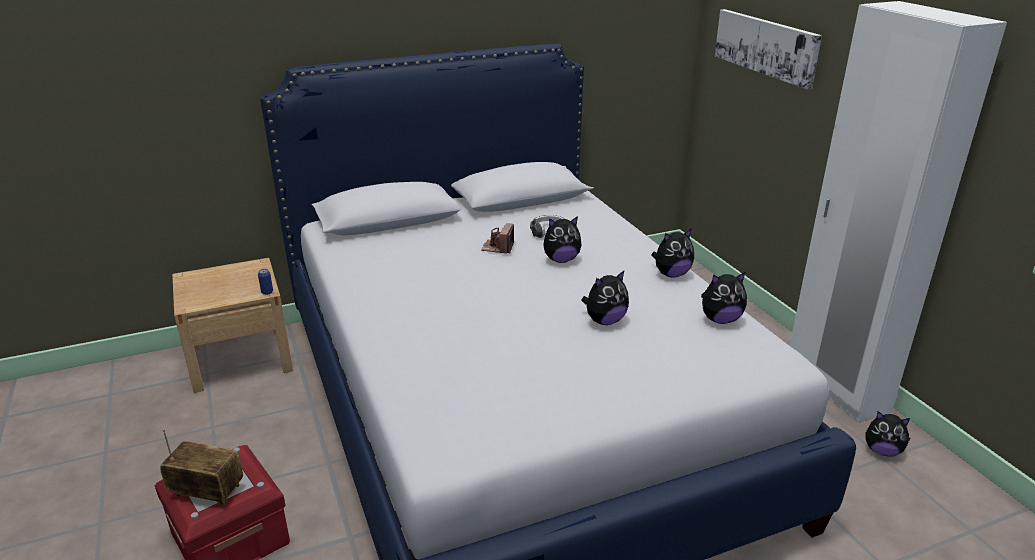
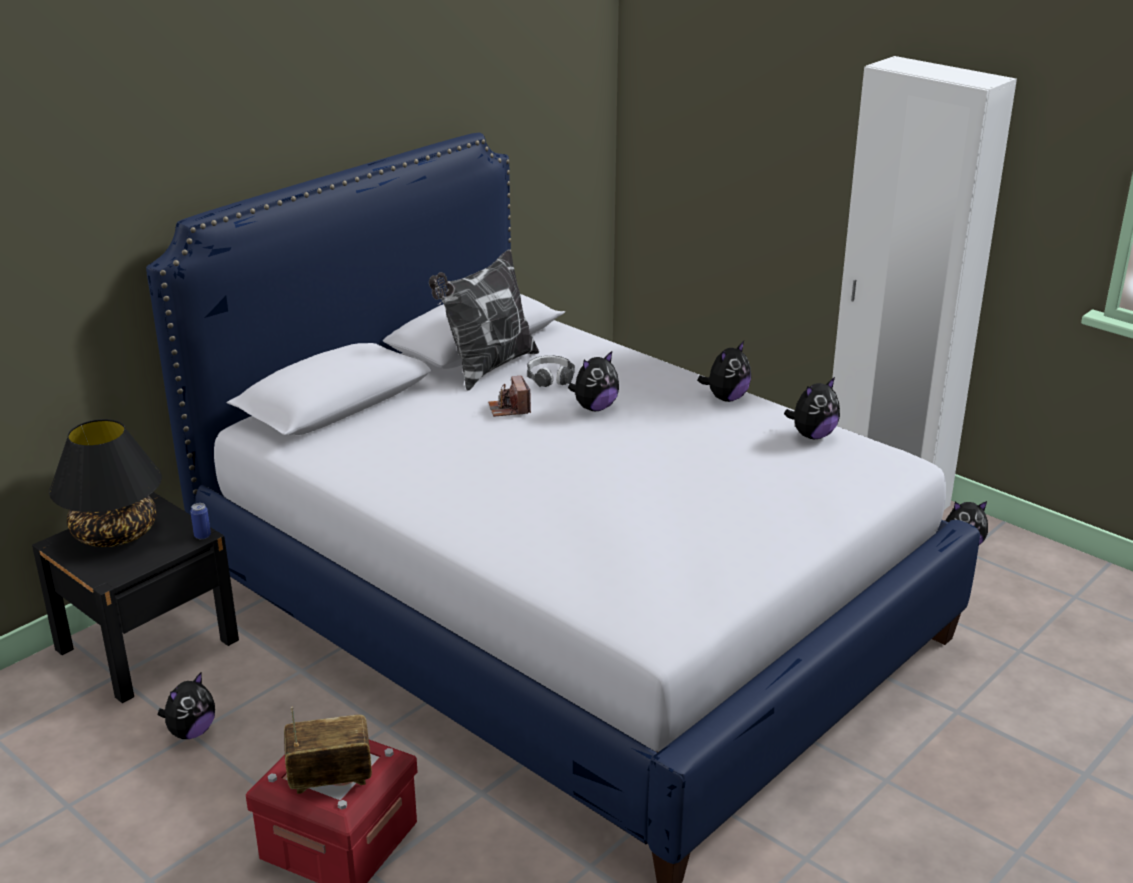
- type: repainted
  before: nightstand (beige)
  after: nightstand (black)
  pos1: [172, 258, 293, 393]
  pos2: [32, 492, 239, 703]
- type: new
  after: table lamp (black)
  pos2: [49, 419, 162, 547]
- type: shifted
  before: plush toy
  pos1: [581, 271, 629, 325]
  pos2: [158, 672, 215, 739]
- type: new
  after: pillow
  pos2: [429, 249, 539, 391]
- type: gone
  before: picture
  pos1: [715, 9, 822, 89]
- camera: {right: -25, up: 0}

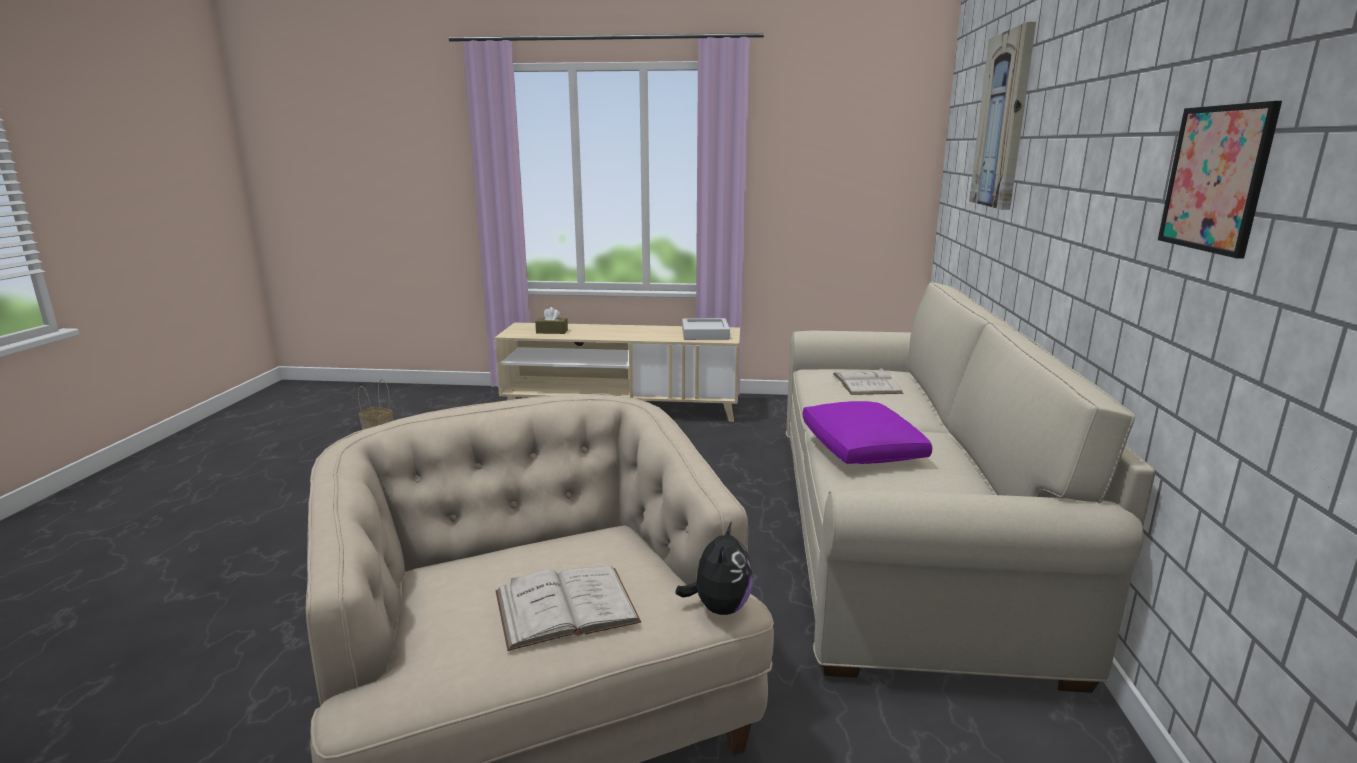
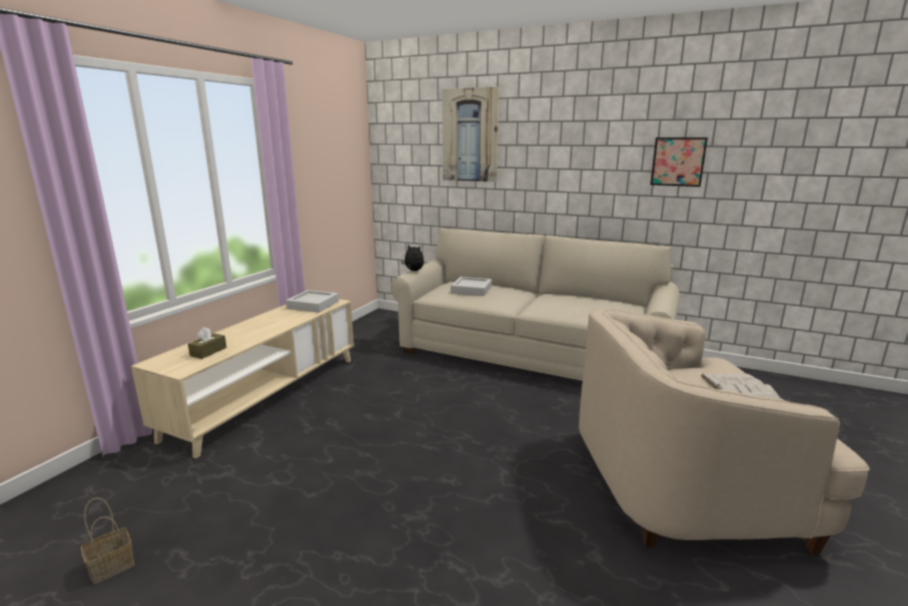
- type: shifted
  before: plush toy
  pos1: [675, 521, 753, 615]
  pos2: [401, 244, 424, 271]
- type: swapped
  before: book (white)
  after: tray (grey)
  pos1: [833, 368, 903, 395]
  pos2: [451, 277, 492, 296]
- type: gone
  before: pillow (purple)
  pos1: [803, 401, 932, 464]
- camera: {right: -70, up: 0}

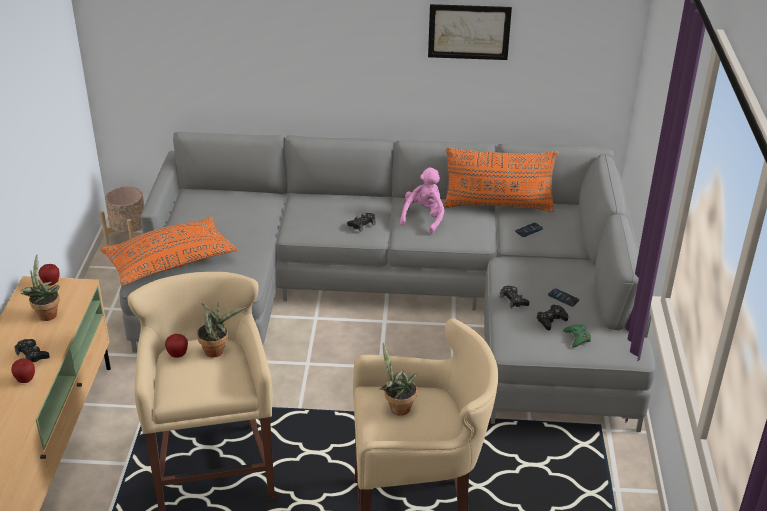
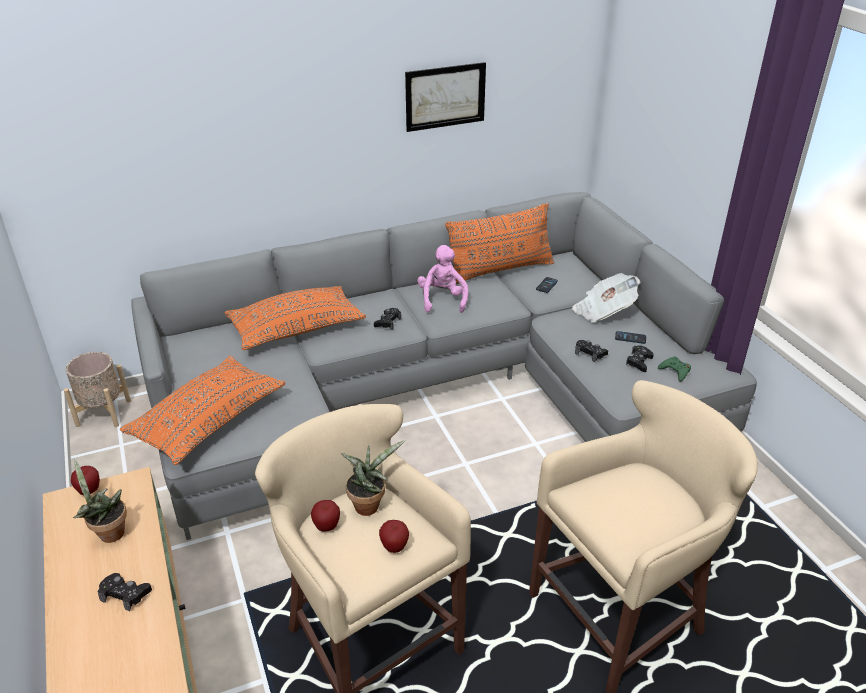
- type: new
  after: pillow (orange)
  pos2: [225, 286, 366, 350]
- type: shifted
  before: apple
  pos1: [11, 358, 35, 383]
  pos2: [379, 520, 409, 553]
- type: new
  after: newspaper
  pos2: [572, 273, 641, 323]
- type: gone
  before: potted plant
  pos1: [380, 342, 417, 416]
- camera: {right: -25, up: 0}

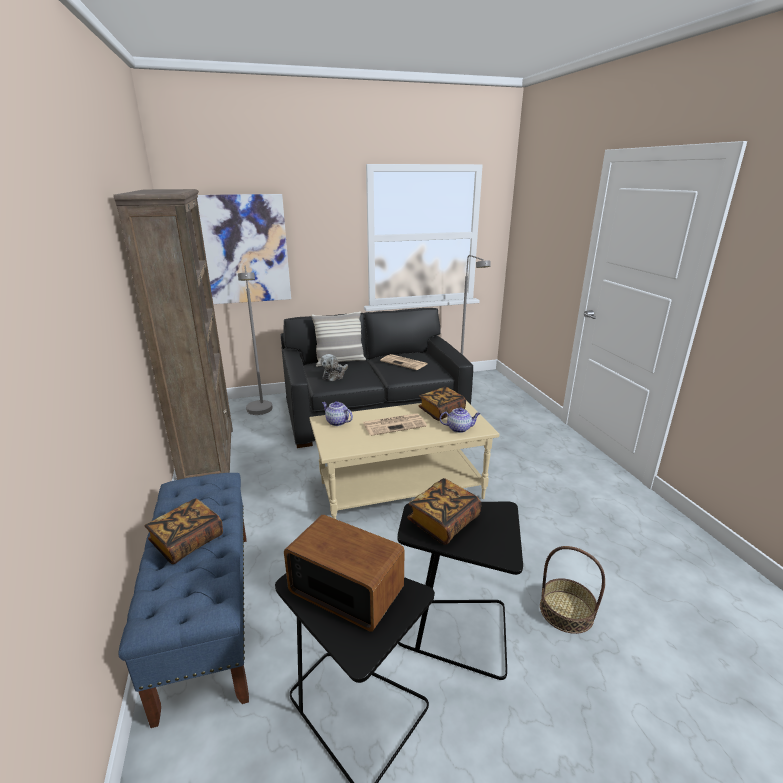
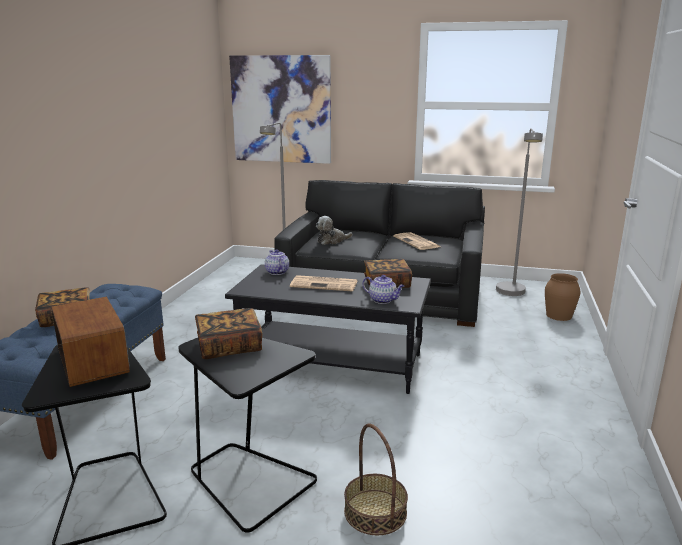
- type: repainted
  before: coffee table (beige)
  after: coffee table (black)
  pos1: [310, 400, 499, 519]
  pos2: [225, 264, 431, 394]
- type: new
  after: vase (brown)
  pos2: [545, 273, 580, 321]
- type: gone
  before: bookcase (brown)
  pos1: [113, 189, 233, 480]
- type: gone
  before: pillow
  pos1: [311, 311, 366, 367]
- camera: {right: 30, up: -5}

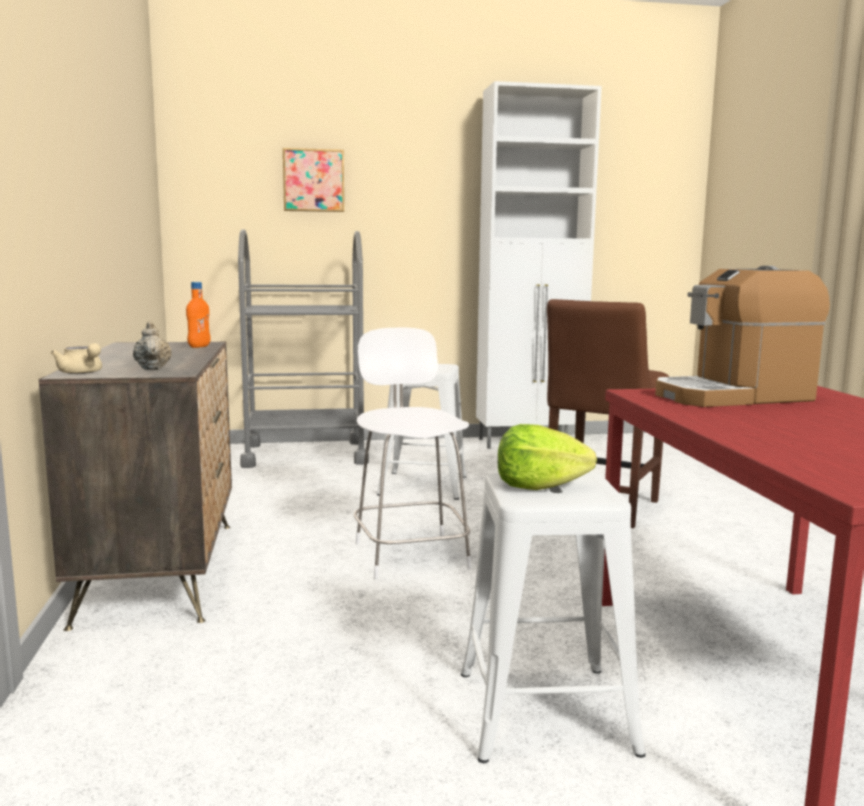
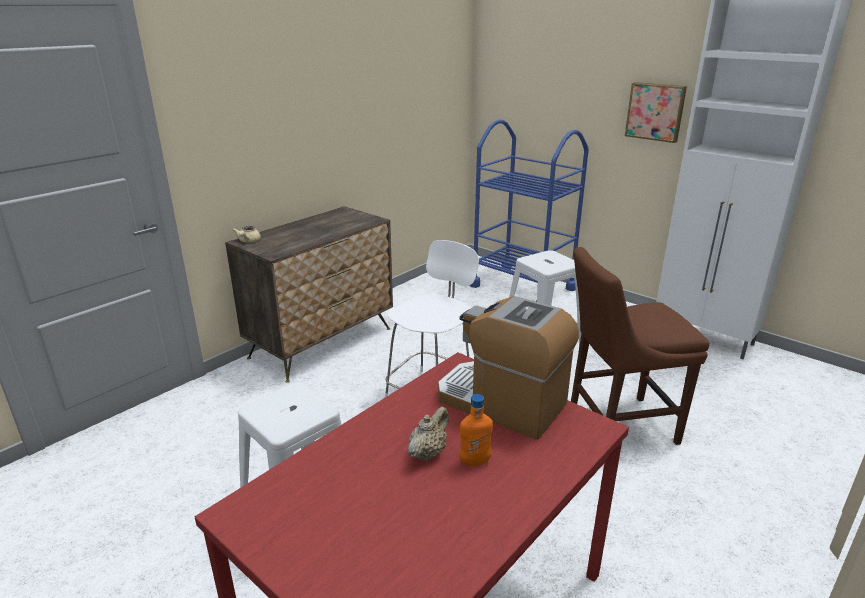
- type: shifted
  before: teapot (beige)
  pos1: [133, 322, 171, 370]
  pos2: [408, 407, 449, 461]
- type: shifted
  before: bottle (orange)
  pos1: [186, 282, 211, 348]
  pos2: [459, 394, 493, 466]
- type: repainted
  before: cart (grey)
  after: cart (blue)
  pos1: [238, 229, 369, 468]
  pos2: [470, 119, 589, 302]
- type: shifted
  before: picture
  pos1: [283, 148, 344, 212]
  pos2: [625, 82, 687, 143]
- type: gone
  before: lettuce
  pos1: [498, 424, 597, 490]
- camera: {right: 50, up: 15}

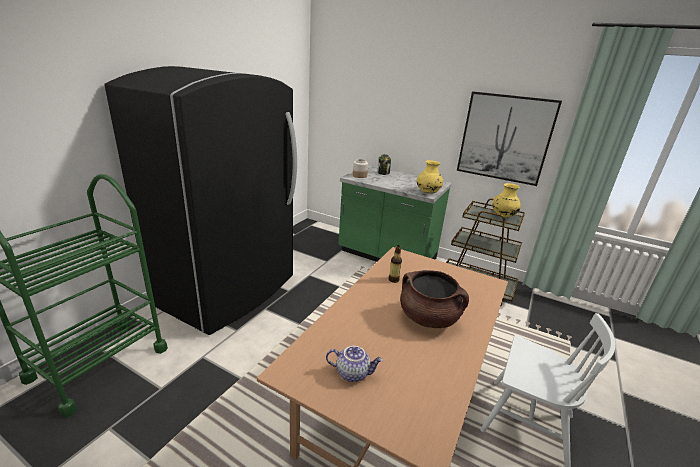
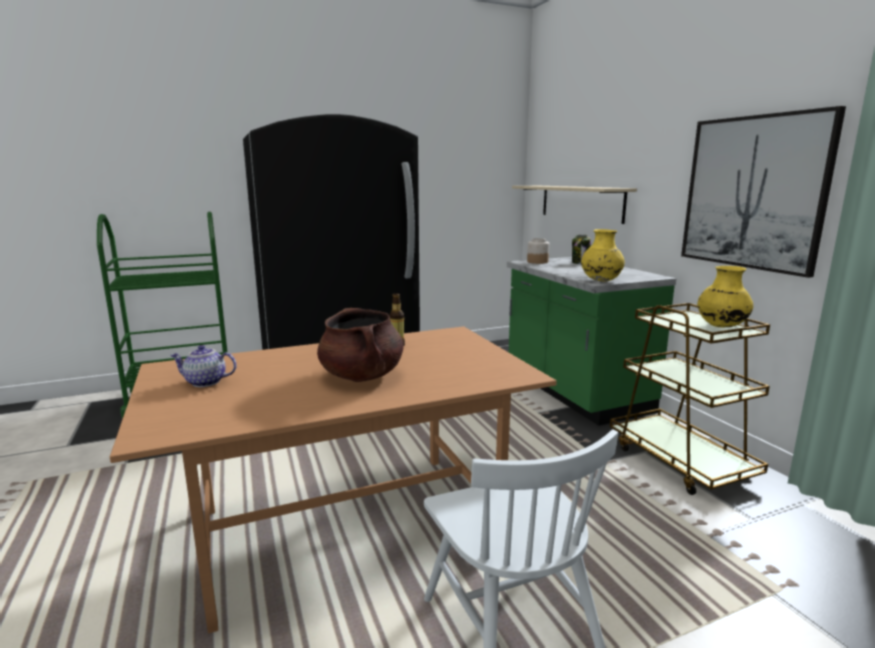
- type: rotated
  before: teapot
  pos1: [326, 346, 383, 382]
  pos2: [170, 345, 236, 387]
  turn: 135
- type: new
  after: shelf (beige)
  pos2: [512, 186, 637, 224]
- camera: {right: 40, up: -10}

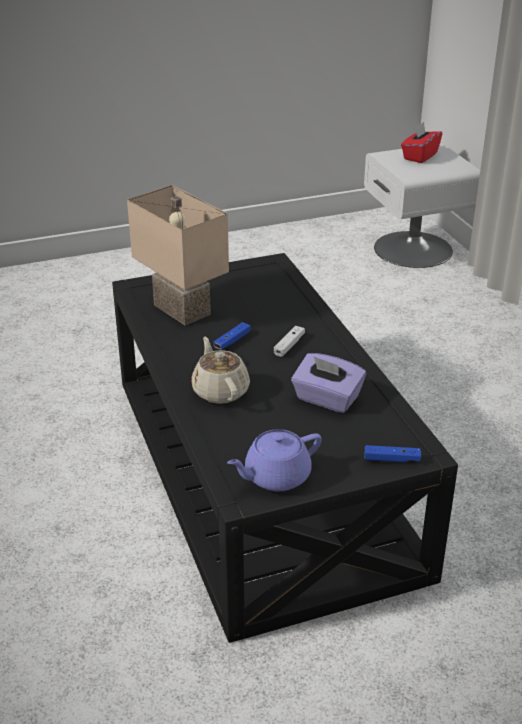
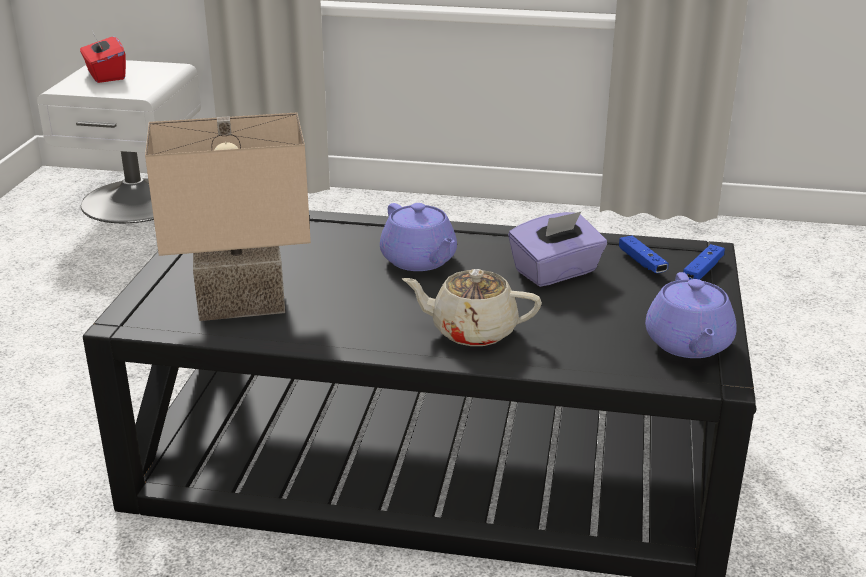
- type: swapped
  before: game controller (white)
  after: teapot (purple)
  pos1: [274, 326, 305, 357]
  pos2: [380, 203, 457, 271]
- type: shifted
  before: game controller (blue)
  pos1: [214, 322, 251, 350]
  pos2: [619, 235, 668, 273]
- camera: {right: -60, up: -5}

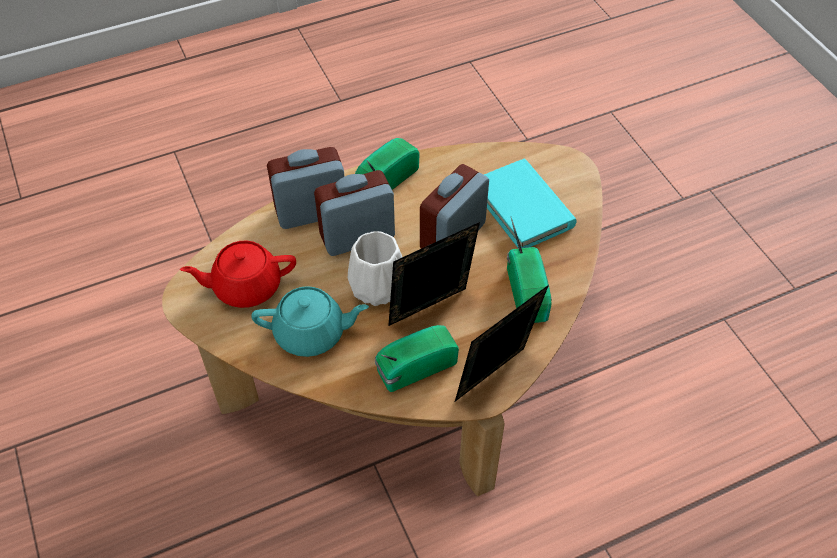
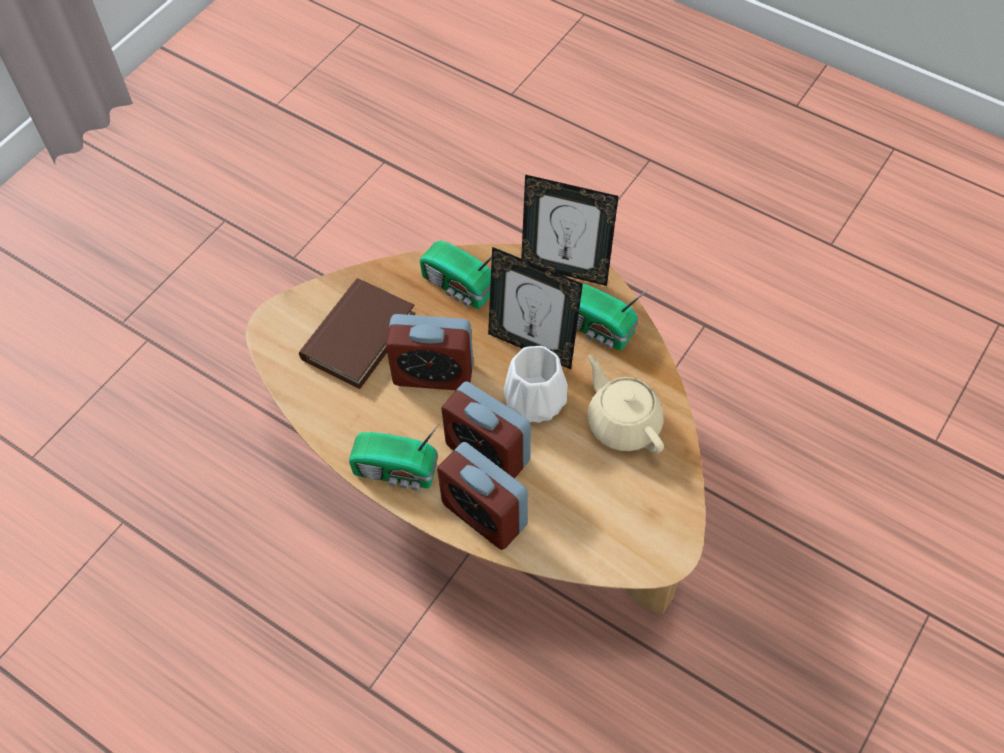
- type: repainted
  before: book (turquoise)
  after: book (brown)
  pos1: [484, 158, 577, 249]
  pos2: [299, 278, 416, 389]
- type: rotated
  before: radio
  pos1: [507, 218, 552, 323]
  pos2: [420, 241, 500, 309]
  turn: -105
- type: repainted
  before: teapot (turquoise)
  after: teapot (beige)
  pos1: [251, 286, 369, 357]
  pos2: [587, 354, 664, 453]
- type: gone
  before: teapot (red)
  pos1: [180, 241, 296, 308]
- camera: {right: -120, up: 5}

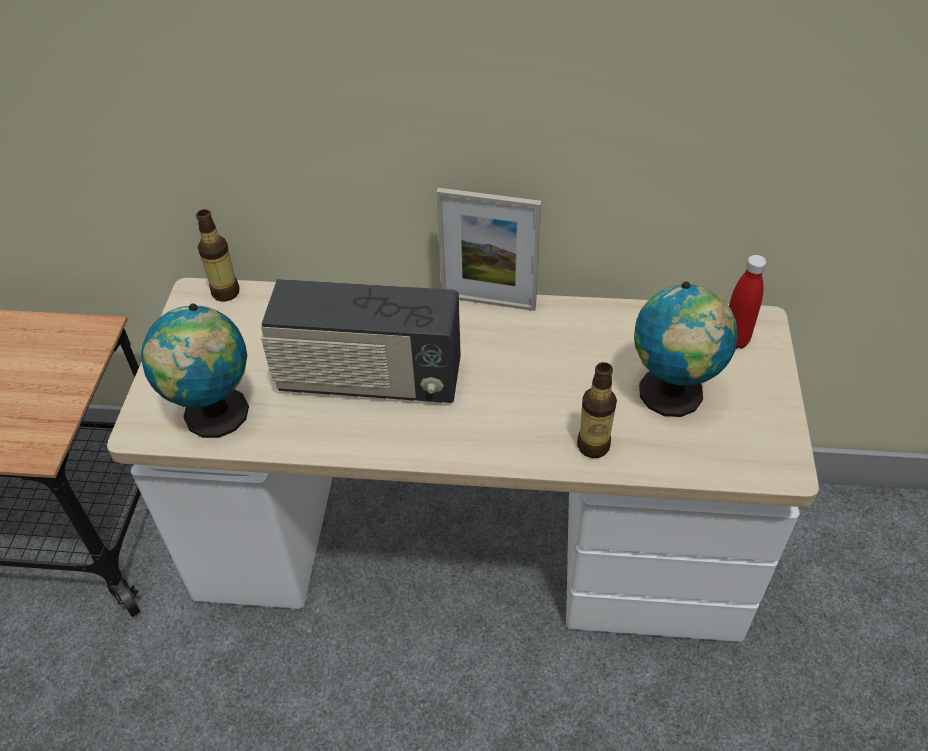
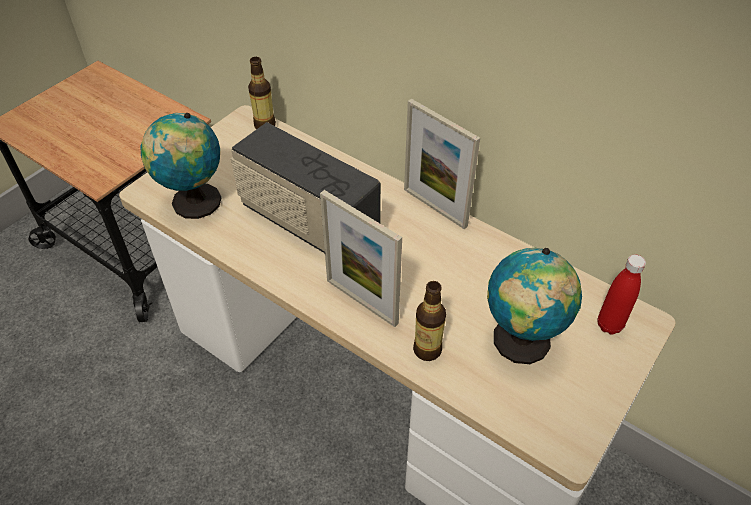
- type: new
  after: picture frame
  pos2: [320, 190, 402, 327]
- camera: {right: 30, up: 0}

